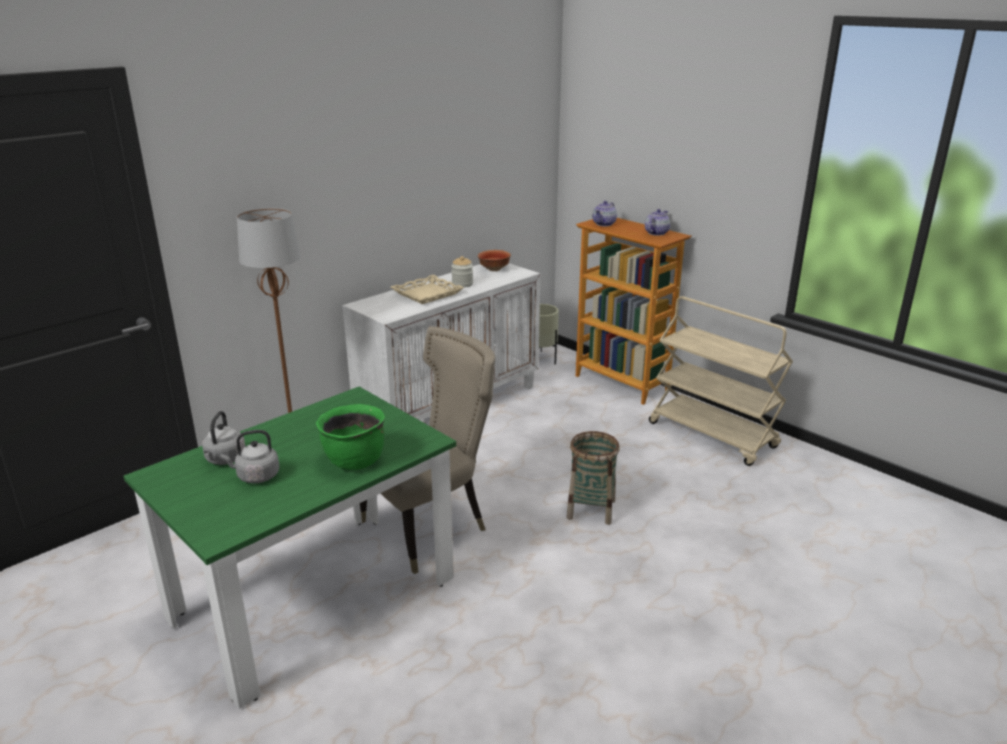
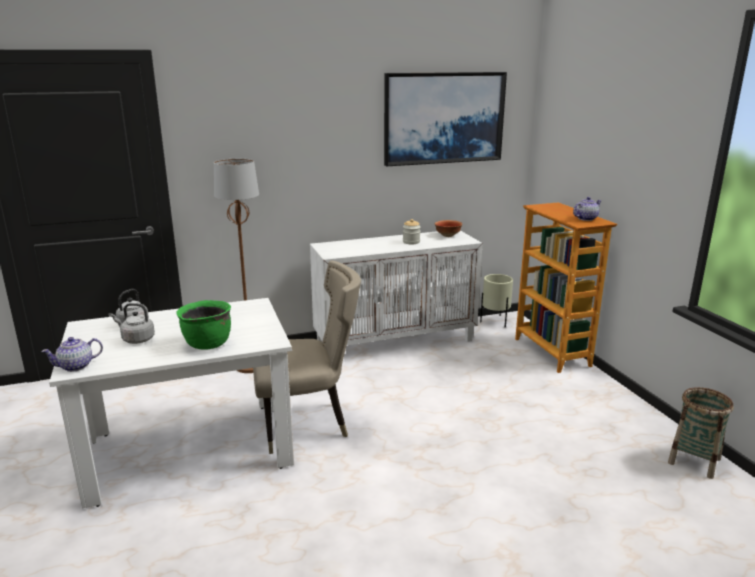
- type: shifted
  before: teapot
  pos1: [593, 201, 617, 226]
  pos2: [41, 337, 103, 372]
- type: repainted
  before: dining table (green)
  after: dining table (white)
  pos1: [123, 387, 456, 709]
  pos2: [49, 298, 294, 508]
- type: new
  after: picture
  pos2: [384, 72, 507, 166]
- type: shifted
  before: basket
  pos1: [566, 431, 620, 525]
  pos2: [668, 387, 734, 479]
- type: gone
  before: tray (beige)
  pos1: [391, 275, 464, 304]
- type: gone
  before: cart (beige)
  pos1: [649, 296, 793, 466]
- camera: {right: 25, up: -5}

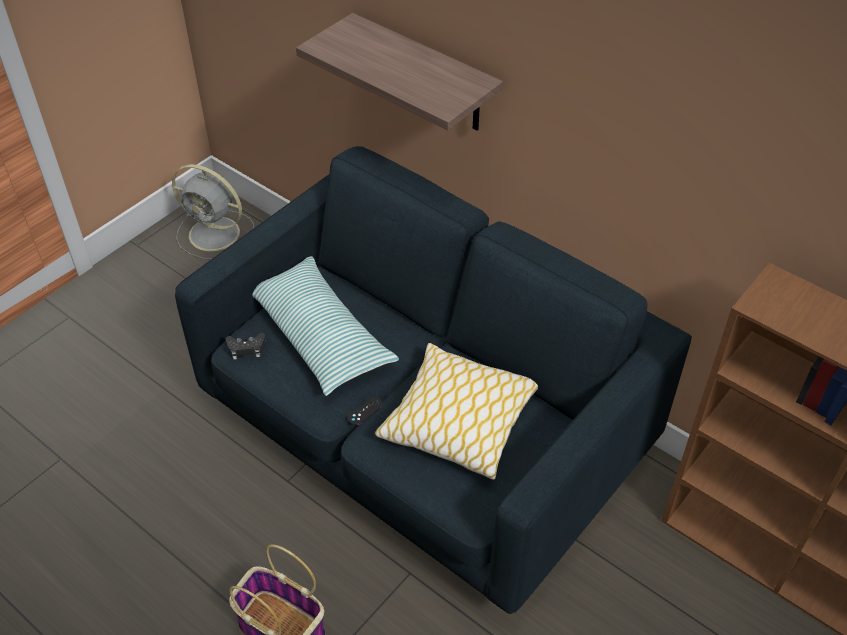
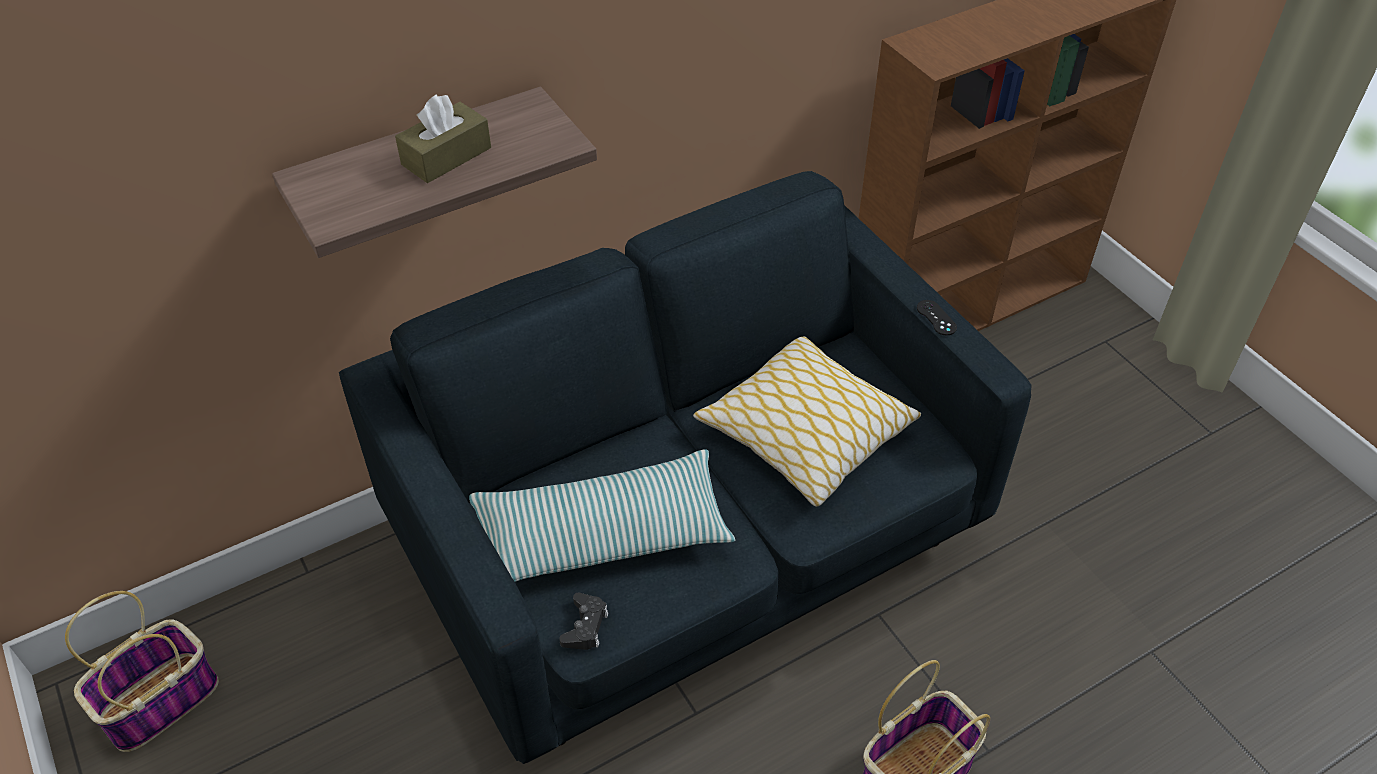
- type: swapped
  before: fan (grey)
  after: basket
  pos1: [172, 164, 254, 260]
  pos2: [65, 591, 219, 752]
- type: new
  after: tissue box (brown)
  pos2: [395, 95, 491, 183]
- type: shifted
  before: game controller (black)
  pos1: [347, 397, 382, 425]
  pos2: [917, 300, 957, 335]
- camera: {right: -70, up: 0}

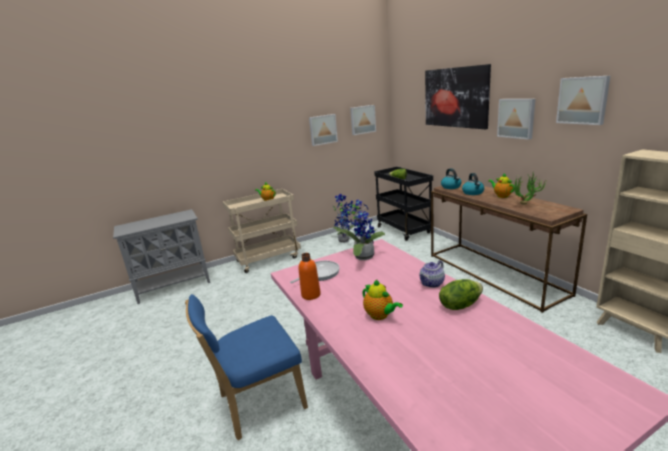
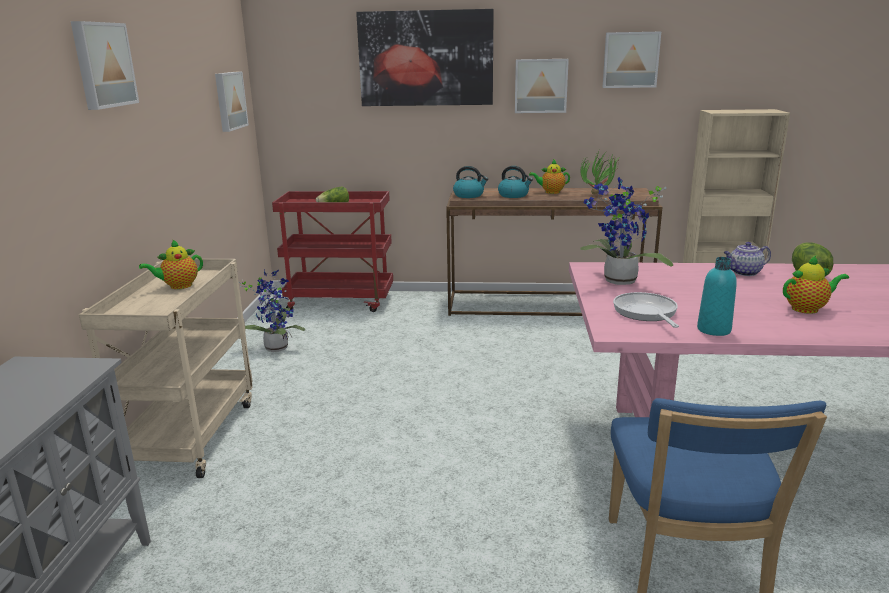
- type: shifted
  before: picture
  pos1: [309, 114, 338, 146]
  pos2: [71, 21, 139, 110]
- type: repainted
  before: cart (black)
  after: cart (red)
  pos1: [374, 167, 433, 241]
  pos2: [272, 191, 393, 312]
- type: repainted
  before: bottle (orange)
  after: bottle (turquoise)
  pos1: [299, 253, 321, 300]
  pos2: [697, 257, 737, 336]
- type: rotated
  before: teapot
  pos1: [420, 260, 445, 288]
  pos2: [724, 242, 771, 276]
  turn: 90
- camera: {right: -60, up: 0}

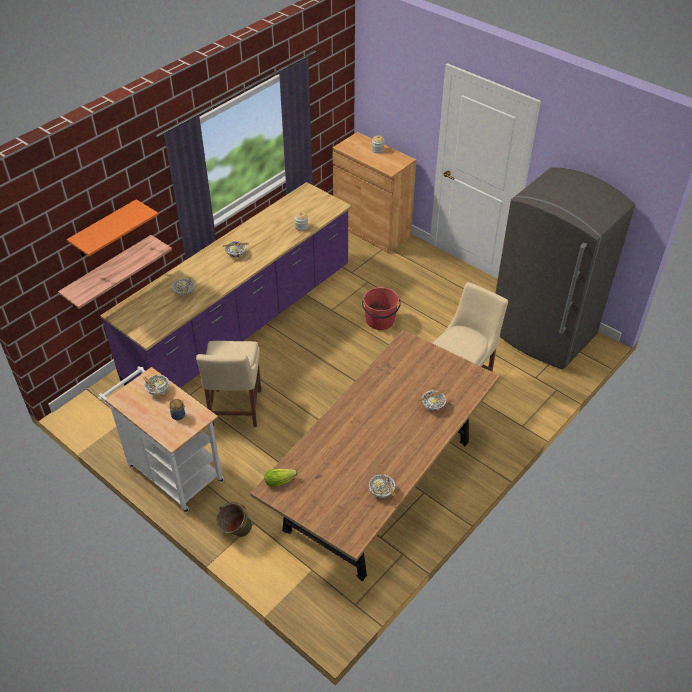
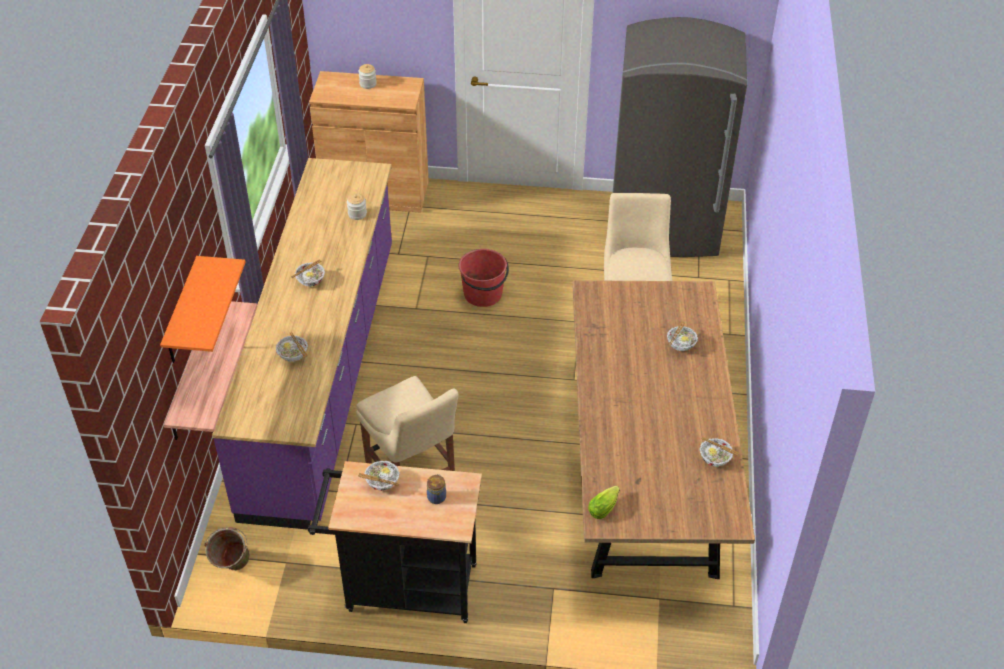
- type: shifted
  before: bucket (green)
  pos1: [216, 502, 252, 537]
  pos2: [204, 527, 250, 570]
- type: repainted
  before: cart (white)
  after: cart (black)
  pos1: [98, 366, 224, 513]
  pos2: [308, 461, 482, 623]
- camera: {right: -35, up: 0}

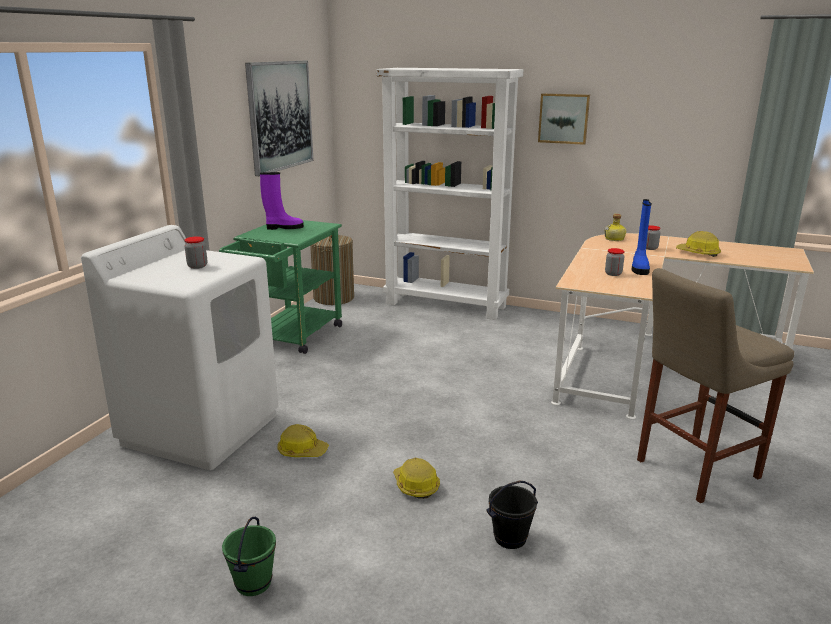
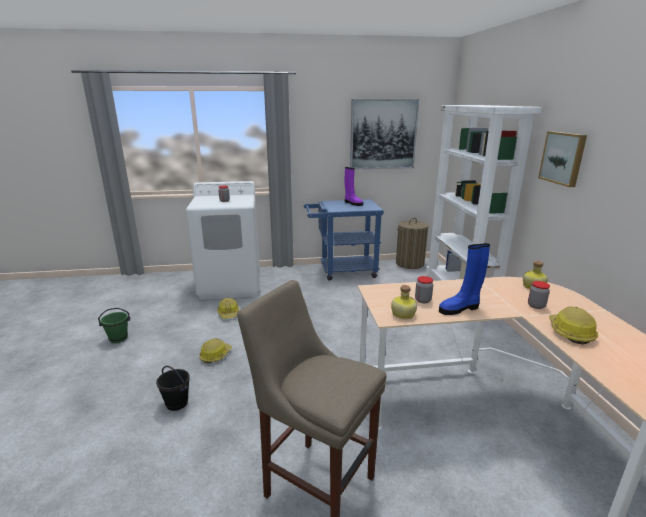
- type: repainted
  before: cart (green)
  after: cart (blue)
  pos1: [219, 220, 342, 354]
  pos2: [304, 199, 384, 281]
- type: new
  after: bottle
  pos2: [391, 285, 417, 319]
- camera: {right: 60, up: 0}

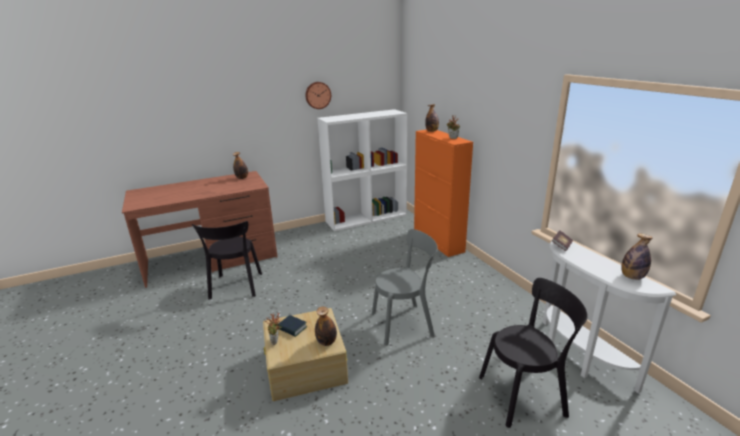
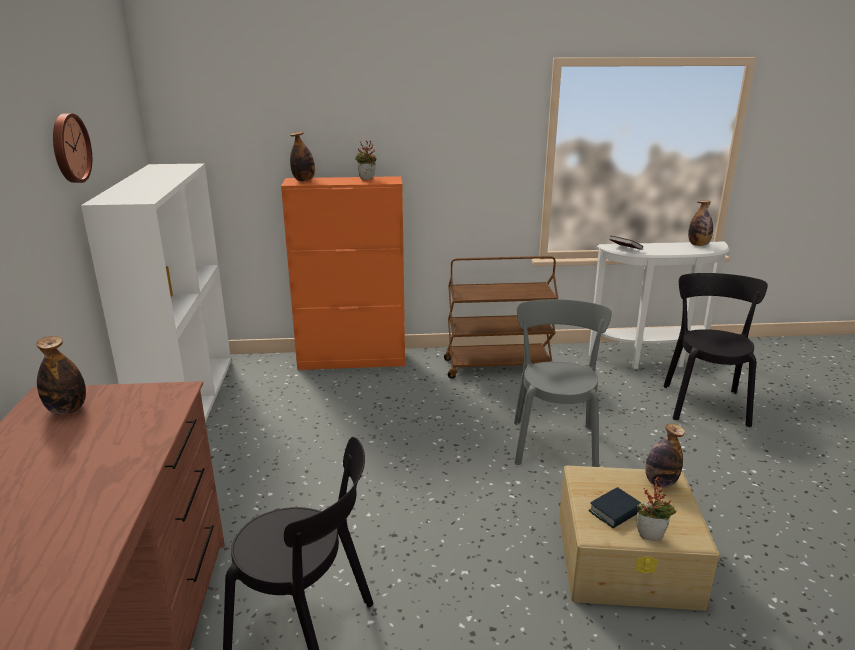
- type: new
  after: cart (brown)
  pos2: [444, 256, 558, 379]
- camera: {right: -70, up: 0}

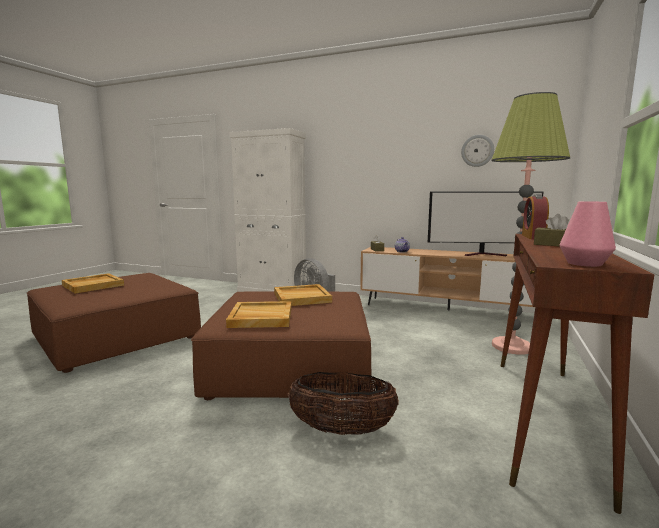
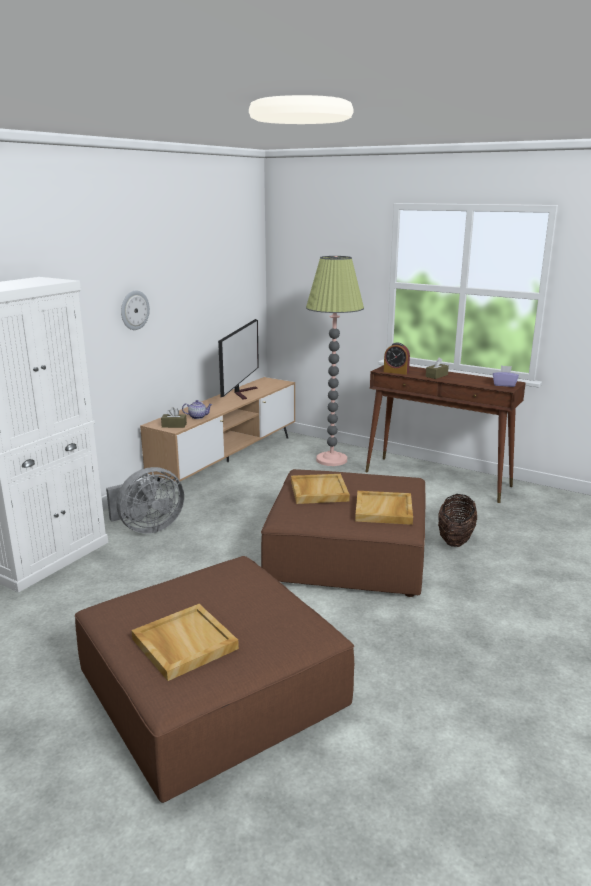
- type: shifted
  before: wall clock
  pos1: [461, 135, 494, 167]
  pos2: [121, 291, 150, 330]
- type: swapped
  before: vase (pink)
  after: tissue box (purple)
  pos1: [560, 201, 616, 267]
  pos2: [493, 366, 519, 387]
- camera: {right: -80, up: 10}

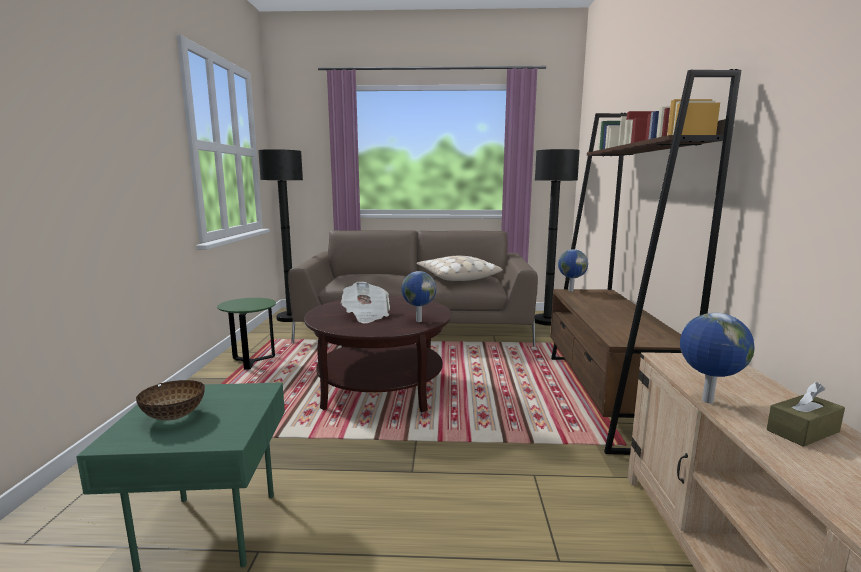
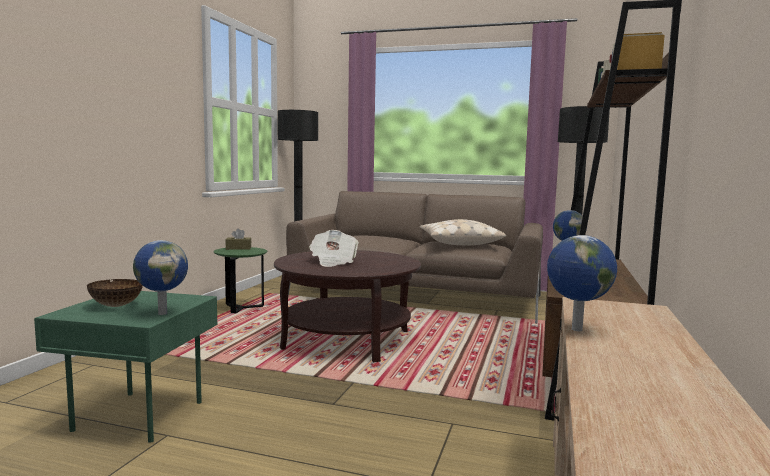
- type: shifted
  before: globe
  pos1: [401, 271, 436, 322]
  pos2: [133, 240, 188, 315]
- type: shifted
  before: tissue box (brown)
  pos1: [766, 382, 845, 447]
  pos2: [225, 228, 251, 250]
- camera: {right: 15, up: -5}

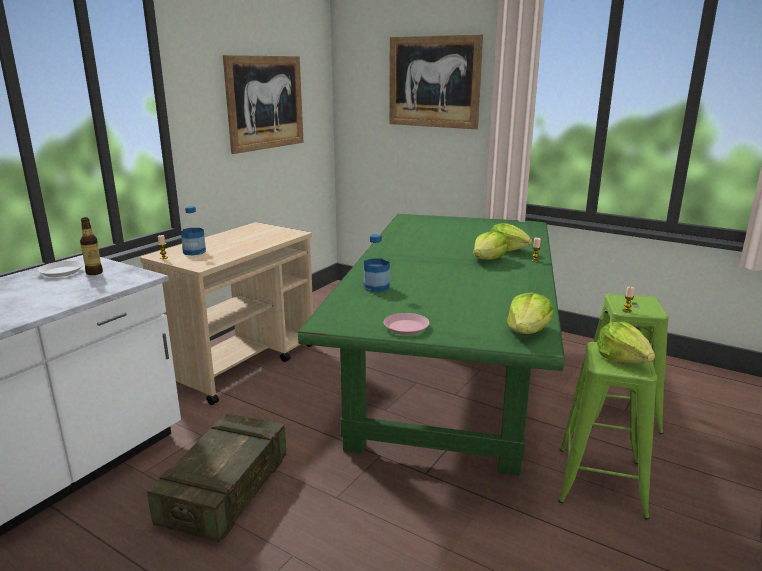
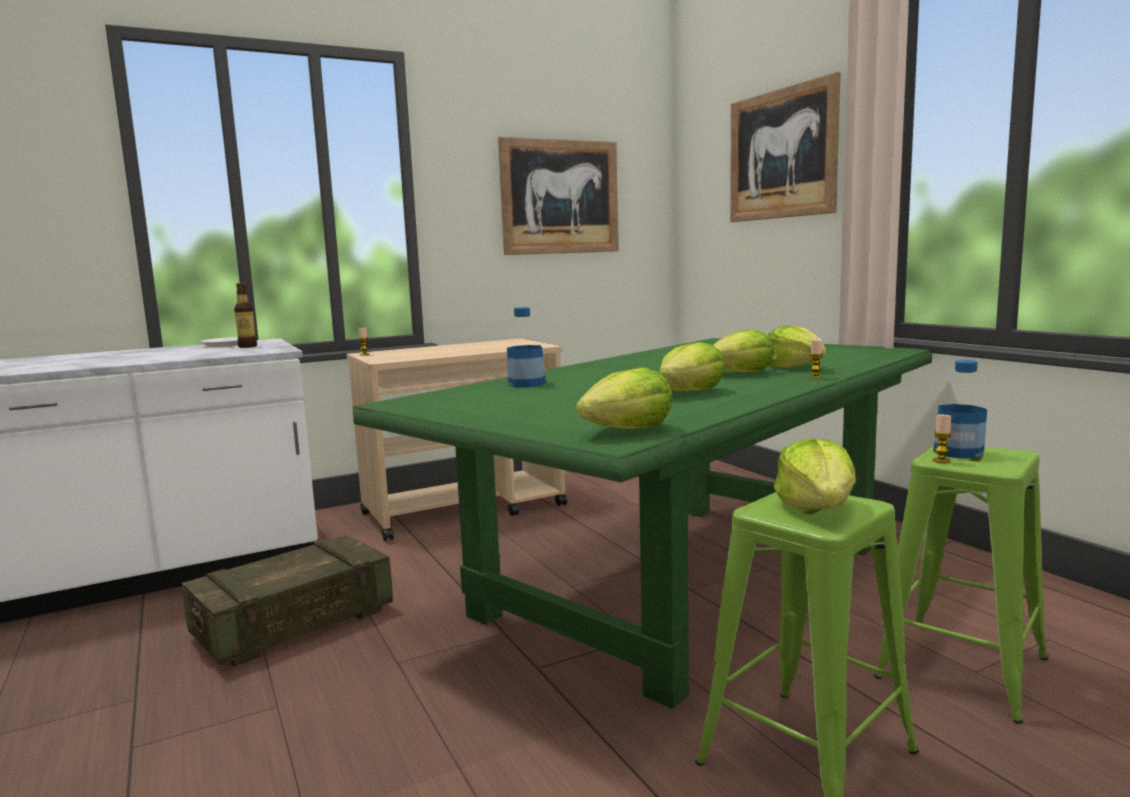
- type: new
  after: lettuce
  pos2: [659, 342, 725, 391]
- type: shifted
  before: bottle
  pos1: [181, 206, 206, 255]
  pos2: [933, 360, 987, 459]
- type: gone
  before: plate (pink)
  pos1: [384, 313, 430, 335]
- camera: {right: 30, up: -10}

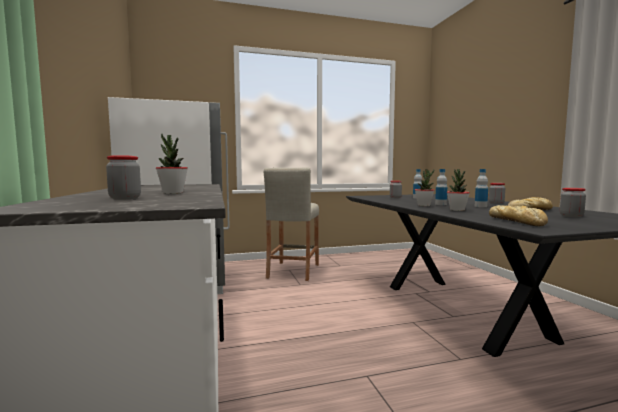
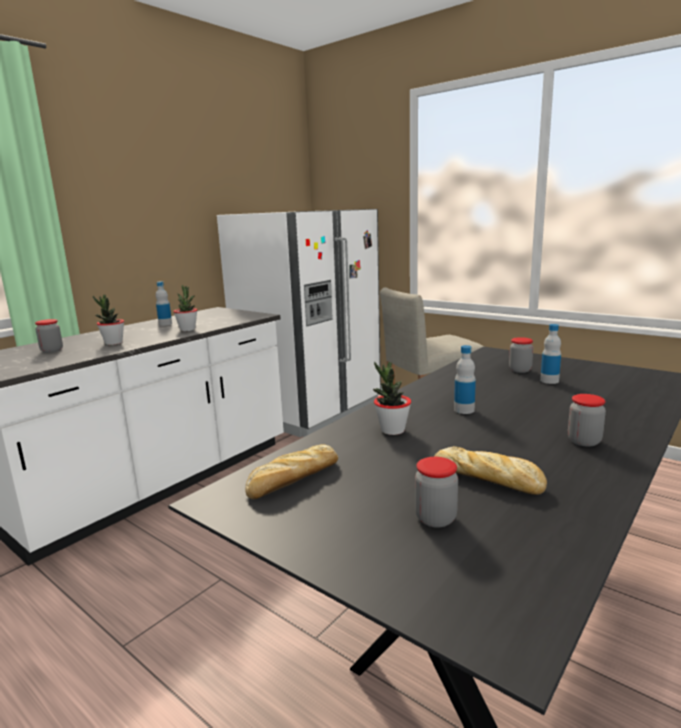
- type: shifted
  before: bottle
  pos1: [475, 169, 488, 207]
  pos2: [156, 281, 172, 326]
- type: shifted
  before: potted plant
  pos1: [415, 169, 435, 206]
  pos2: [173, 285, 197, 331]
- camera: {right: 55, up: 10}

